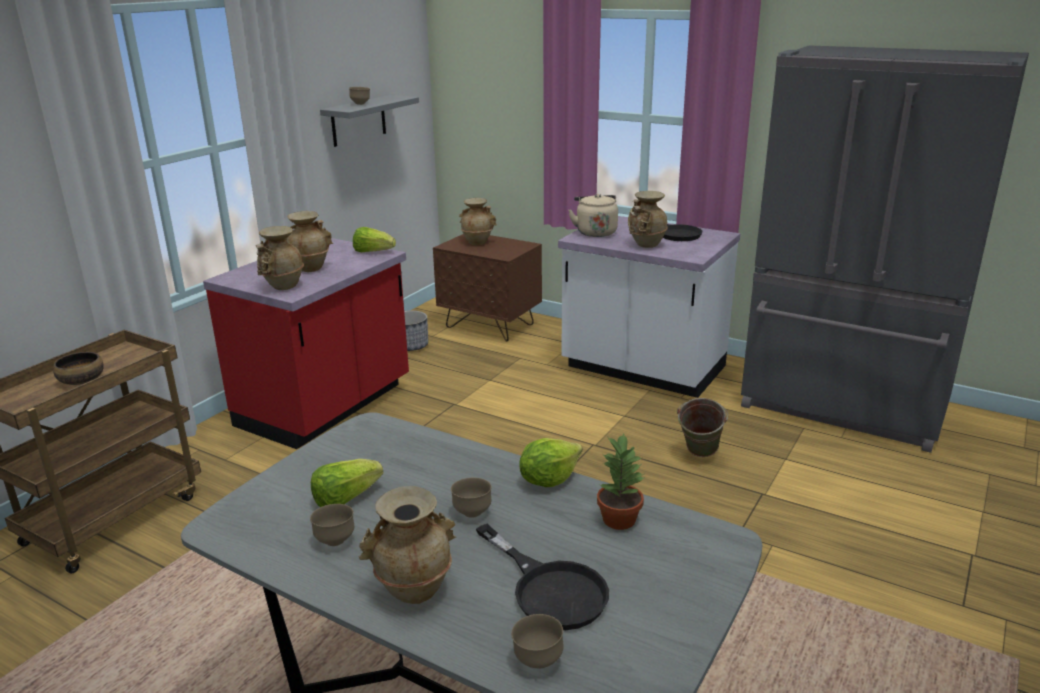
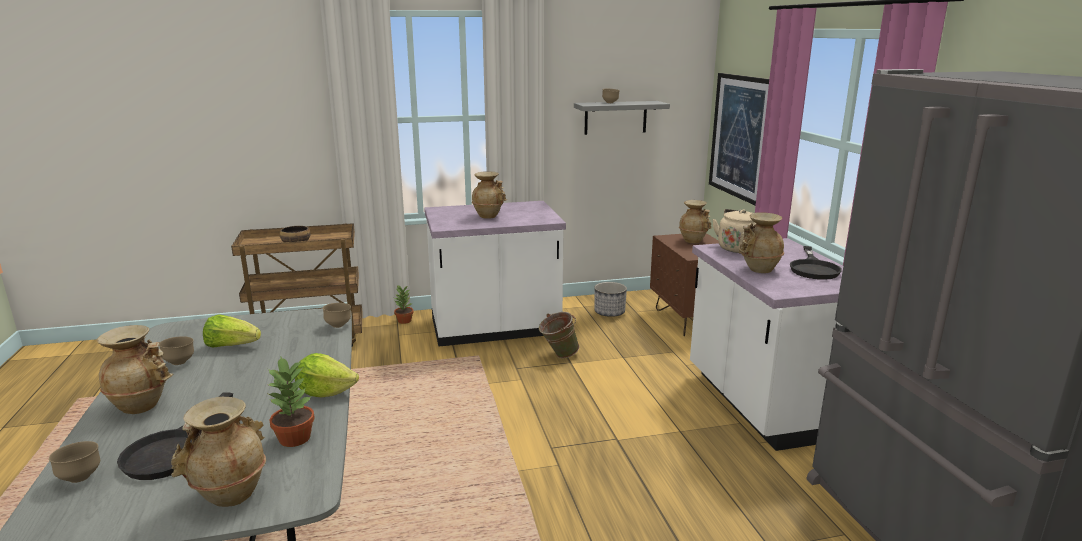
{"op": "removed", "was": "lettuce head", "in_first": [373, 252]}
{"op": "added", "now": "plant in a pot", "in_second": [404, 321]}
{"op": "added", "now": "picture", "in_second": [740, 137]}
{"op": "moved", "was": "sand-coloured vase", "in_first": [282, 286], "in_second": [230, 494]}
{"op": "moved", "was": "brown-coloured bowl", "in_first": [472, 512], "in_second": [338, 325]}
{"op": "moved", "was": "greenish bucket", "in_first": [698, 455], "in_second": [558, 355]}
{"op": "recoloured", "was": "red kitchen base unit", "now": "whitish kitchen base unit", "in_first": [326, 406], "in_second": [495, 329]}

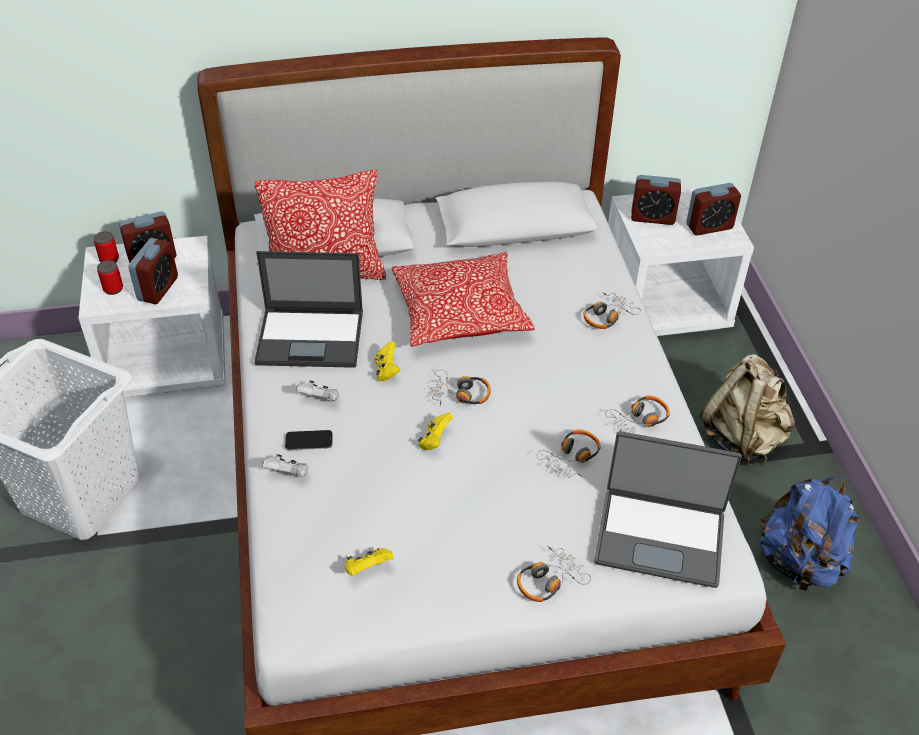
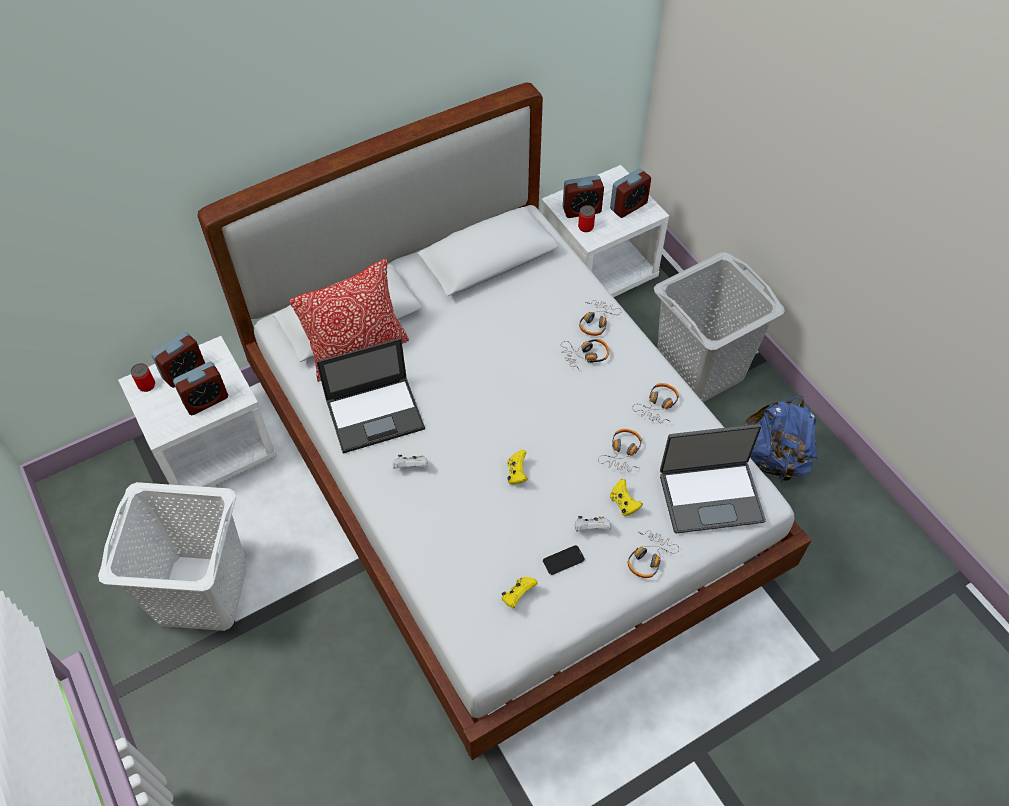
{"op": "removed", "was": "cushion", "in_first": [460, 313]}
{"op": "moved", "was": "metal can", "in_first": [113, 289], "in_second": [585, 227]}
{"op": "moved", "was": "whitish gamepad", "in_first": [288, 474], "in_second": [591, 528]}
{"op": "moved", "was": "handset", "in_first": [309, 441], "in_second": [563, 560]}
{"op": "moved", "was": "yellow-coloured gamepad", "in_first": [387, 370], "in_second": [624, 503]}
{"op": "moved", "was": "headphones", "in_first": [460, 394], "in_second": [585, 356]}
{"op": "replaced", "was": "sand-coloured backpack", "now": "gray laundry basket", "in_first": [742, 438], "in_second": [698, 370]}
{"op": "turned", "was": "bedside clock", "in_first": [158, 289], "in_second": [206, 400], "clockwise": 60}

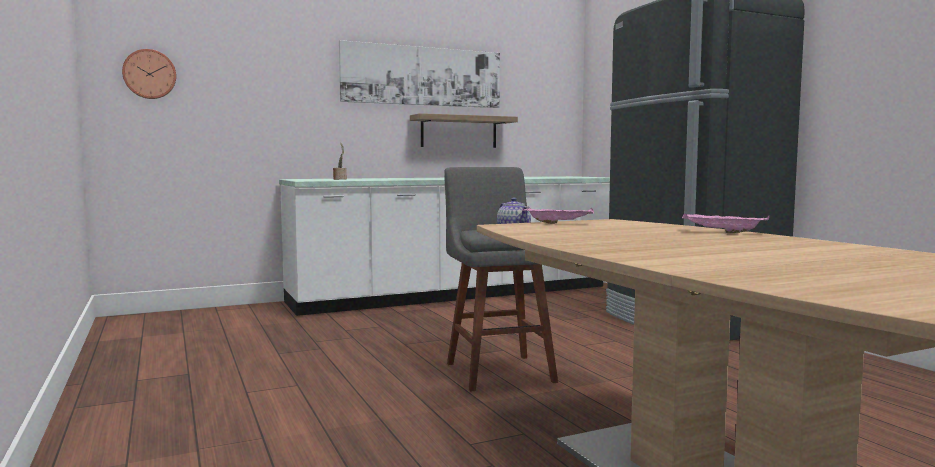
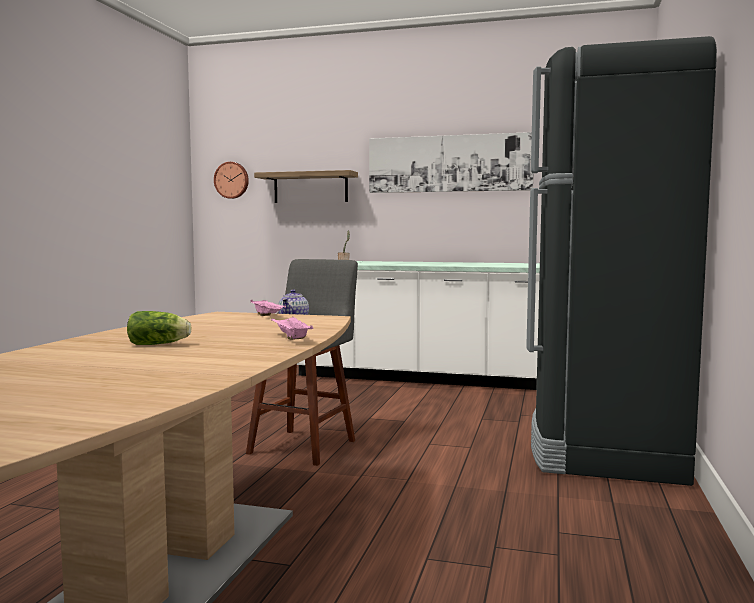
{"op": "added", "now": "lettuce head", "in_second": [160, 344]}
{"op": "moved", "was": "bracket shelf", "in_first": [459, 132], "in_second": [310, 187]}

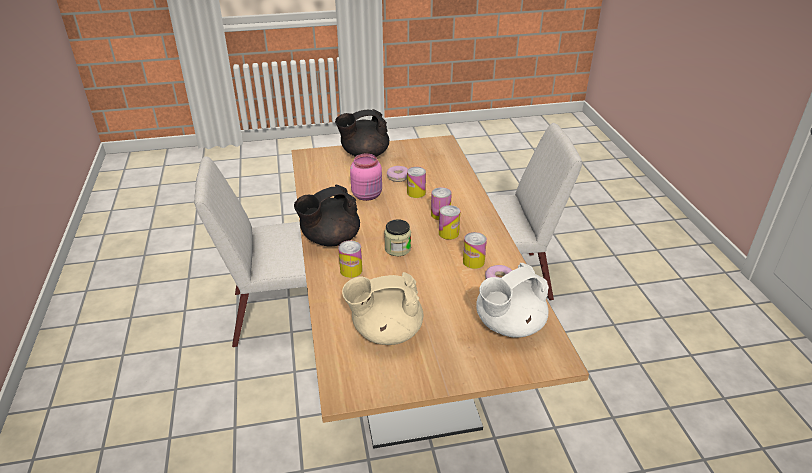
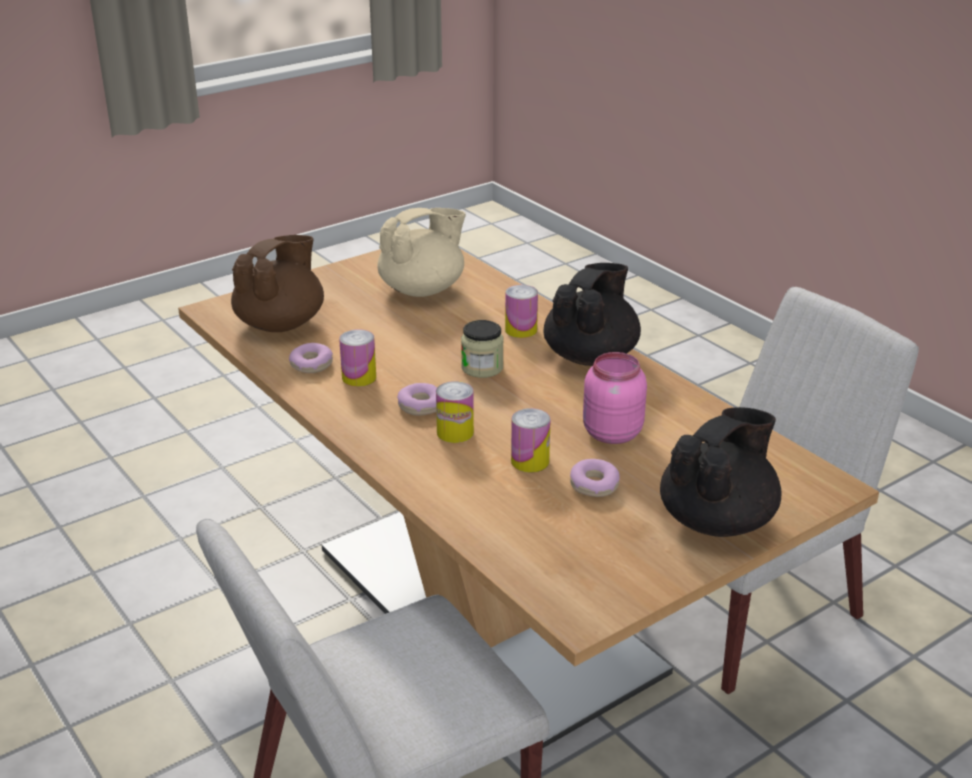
{"op": "replaced", "was": "metal can", "now": "doughnut", "in_first": [448, 233], "in_second": [421, 406]}
{"op": "recoloured", "was": "whitish pot for tea", "now": "brown-coloured pot for tea", "in_first": [508, 325], "in_second": [281, 323]}

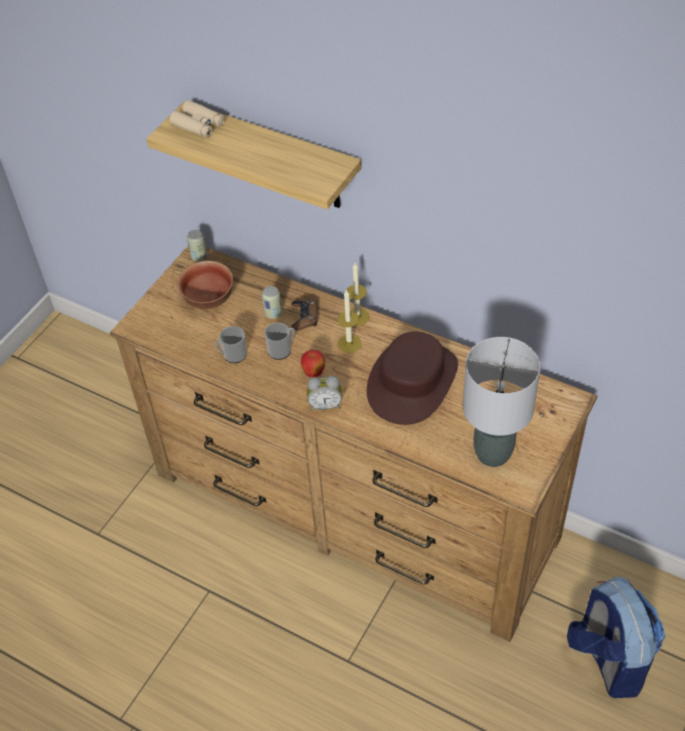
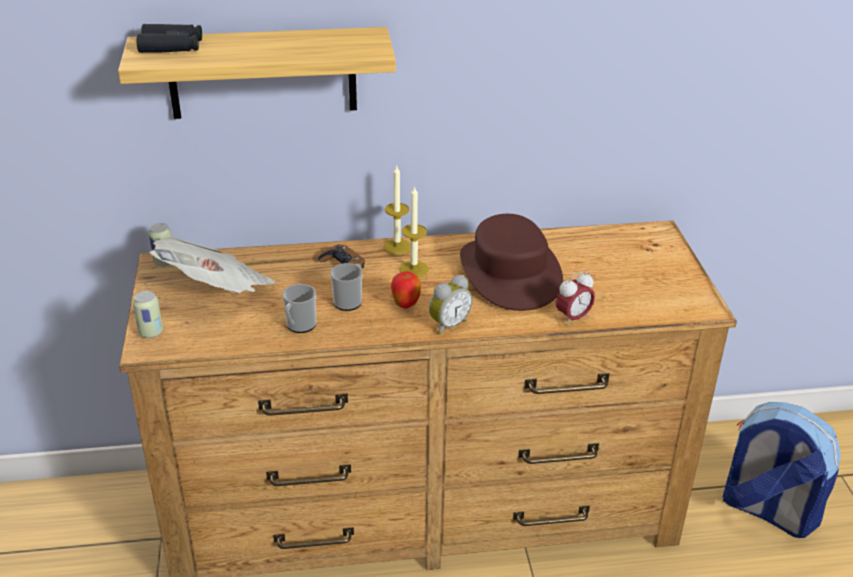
{"op": "removed", "was": "gray lamp for a table", "in_first": [493, 454]}
{"op": "added", "now": "bedside clock", "in_second": [573, 318]}
{"op": "moved", "was": "metal can", "in_first": [273, 313], "in_second": [151, 332]}
{"op": "replaced", "was": "bowl", "now": "daily paper", "in_first": [209, 299], "in_second": [217, 291]}
{"op": "recoloured", "was": "sand-coloured pair of binoculars", "now": "black pair of binoculars", "in_first": [198, 125], "in_second": [171, 46]}

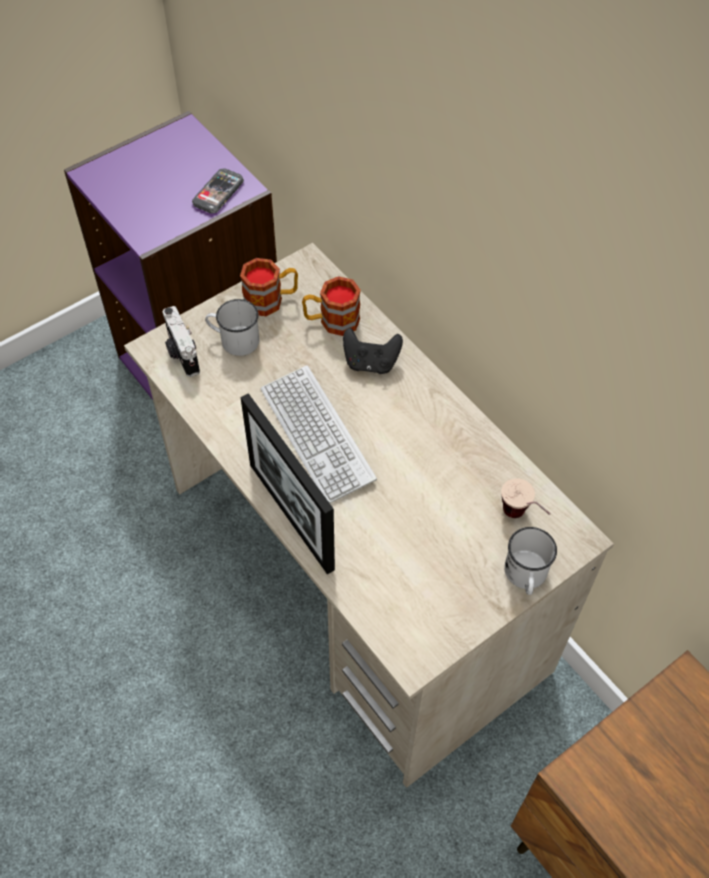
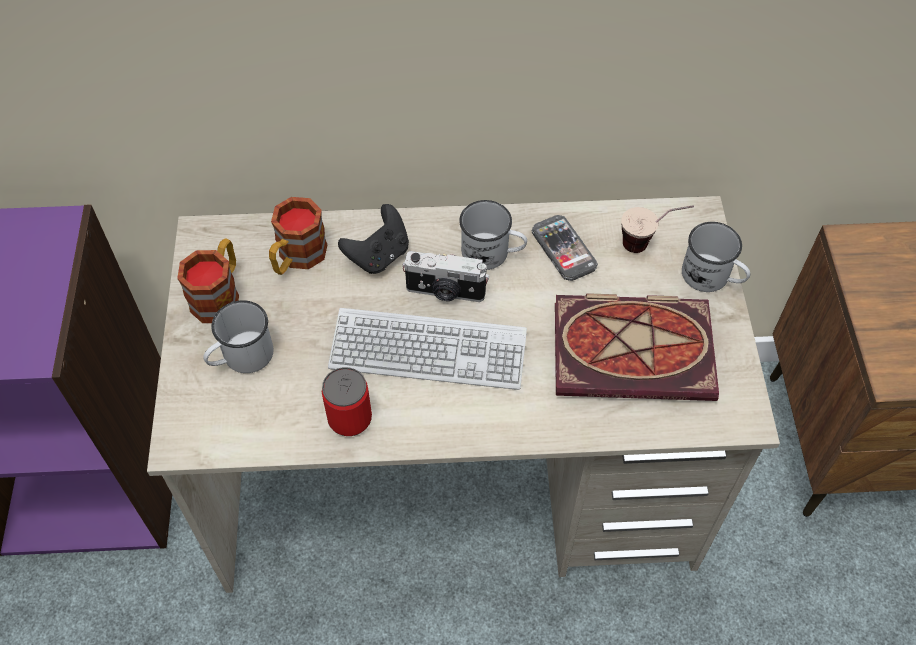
{"op": "removed", "was": "standing frame", "in_first": [291, 516]}
{"op": "added", "now": "metal can", "in_second": [350, 419]}
{"op": "added", "now": "whitish coffee mug", "in_second": [492, 253]}
{"op": "added", "now": "volume", "in_second": [636, 349]}
{"op": "moved", "was": "still camera", "in_first": [181, 353], "in_second": [445, 292]}
{"op": "moved", "was": "handset", "in_first": [218, 192], "in_second": [563, 249]}

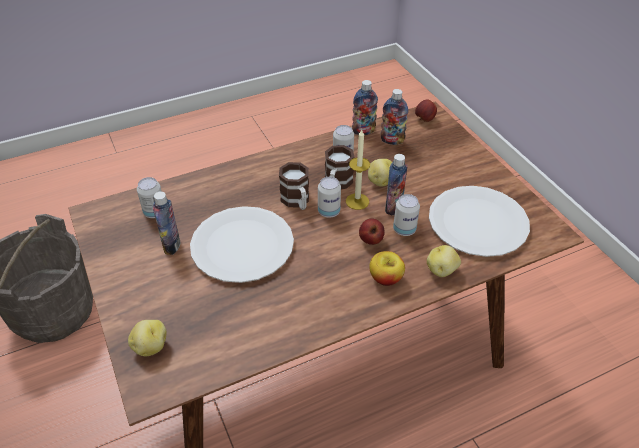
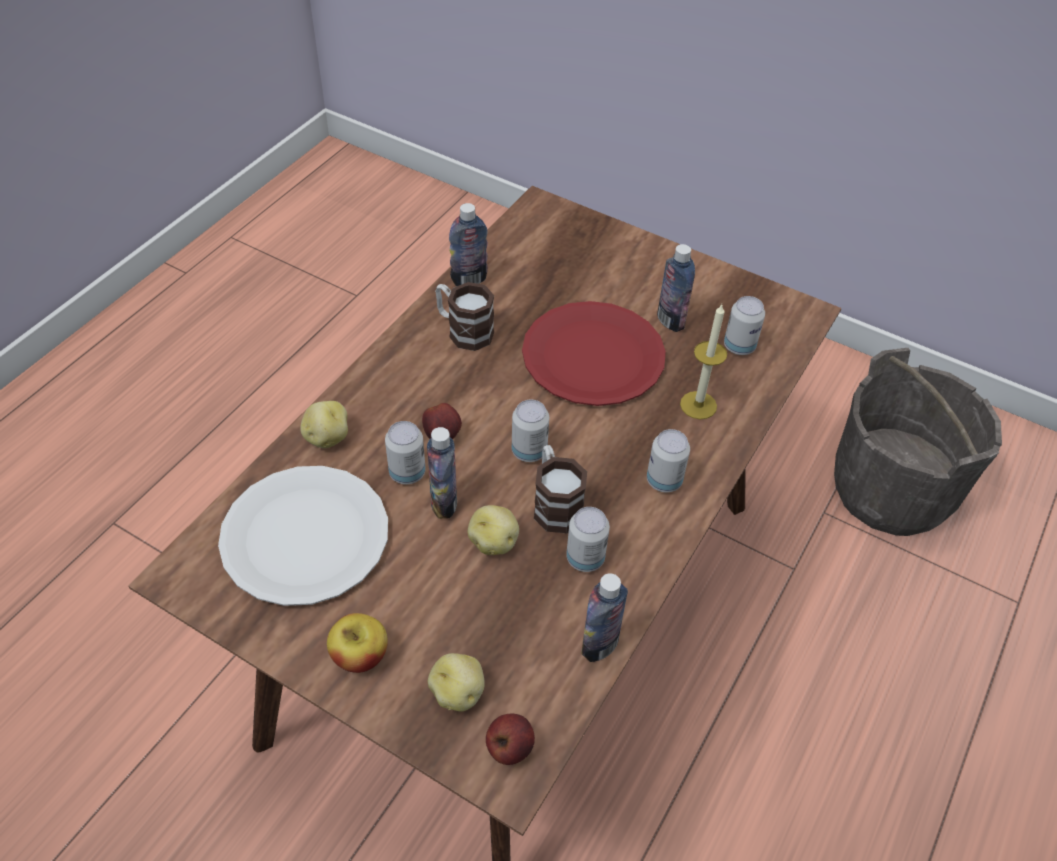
{"op": "added", "now": "metal can", "in_second": [664, 481]}
{"op": "moved", "was": "potato", "in_first": [150, 346], "in_second": [458, 692]}
{"op": "moved", "was": "coffee mug", "in_first": [297, 202], "in_second": [463, 330]}
{"op": "moved", "was": "wax candle", "in_first": [357, 201], "in_second": [698, 405]}
{"op": "moved", "was": "apple", "in_first": [385, 278], "in_second": [360, 656]}
{"op": "moved", "was": "bottle", "in_first": [392, 140], "in_second": [469, 279]}
{"op": "recoloured", "was": "whitish dinner plate", "now": "red dinner plate", "in_first": [242, 246], "in_second": [593, 356]}

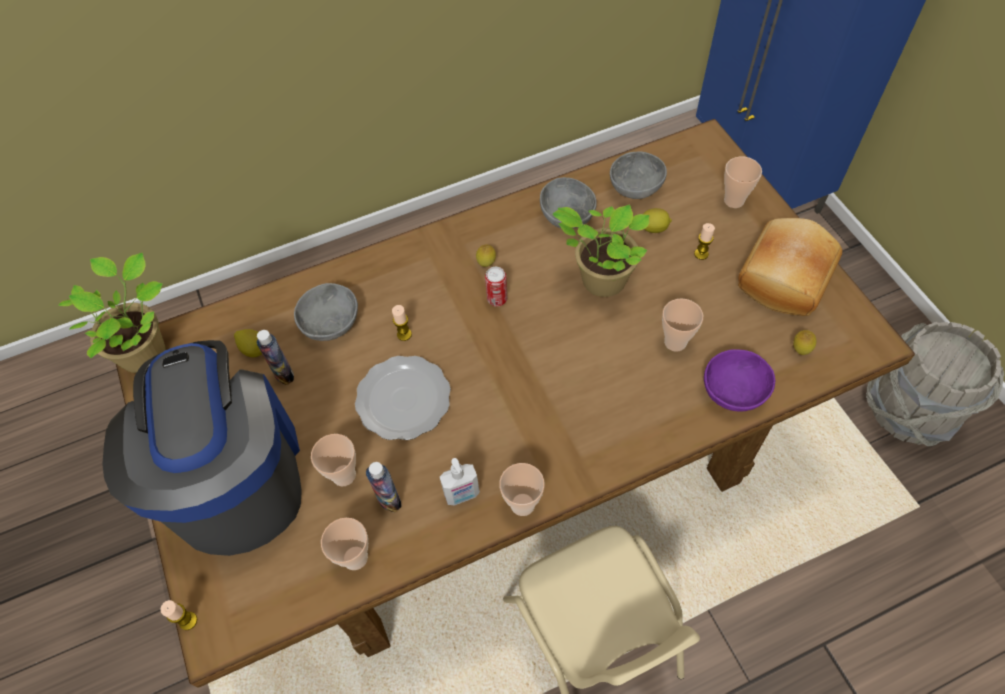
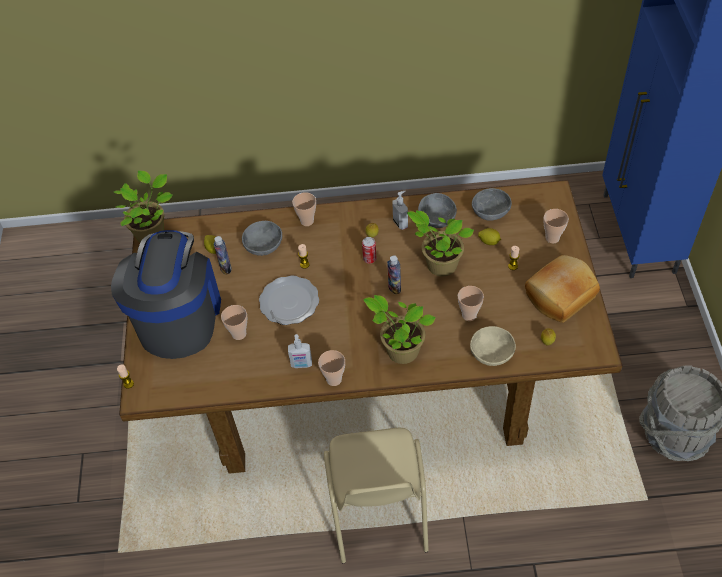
{"op": "added", "now": "plant in a pot", "in_second": [400, 350]}
{"op": "added", "now": "liquid soap bottle", "in_second": [401, 223]}
{"op": "moved", "was": "small cup", "in_first": [355, 557], "in_second": [307, 221]}
{"op": "moved", "was": "bottle", "in_first": [389, 500], "in_second": [394, 287]}
{"op": "recoloured", "was": "purplish bowl", "now": "sand-coloured bowl", "in_first": [734, 392], "in_second": [491, 354]}

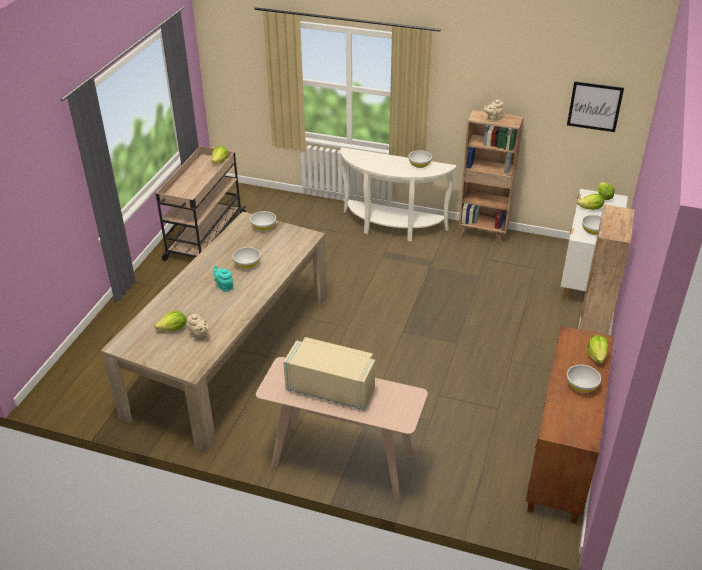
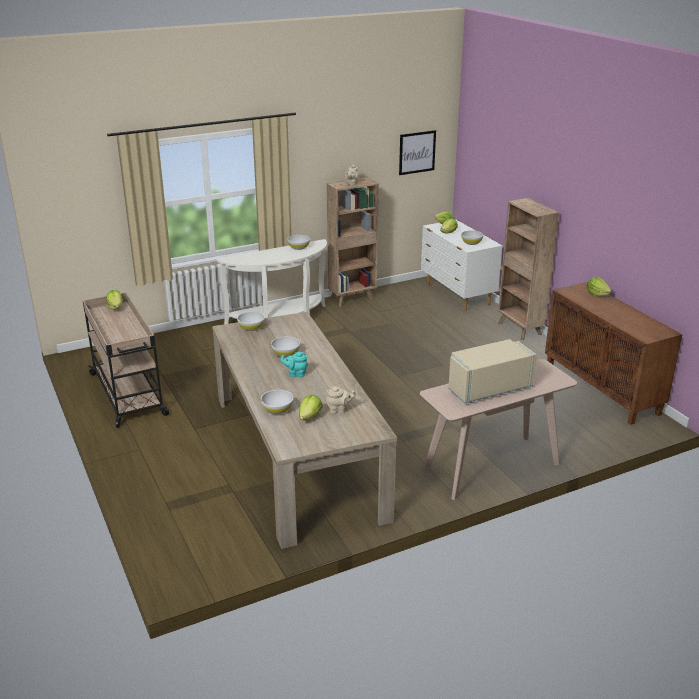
{"op": "moved", "was": "whitish bowl", "in_first": [581, 386], "in_second": [277, 409]}

